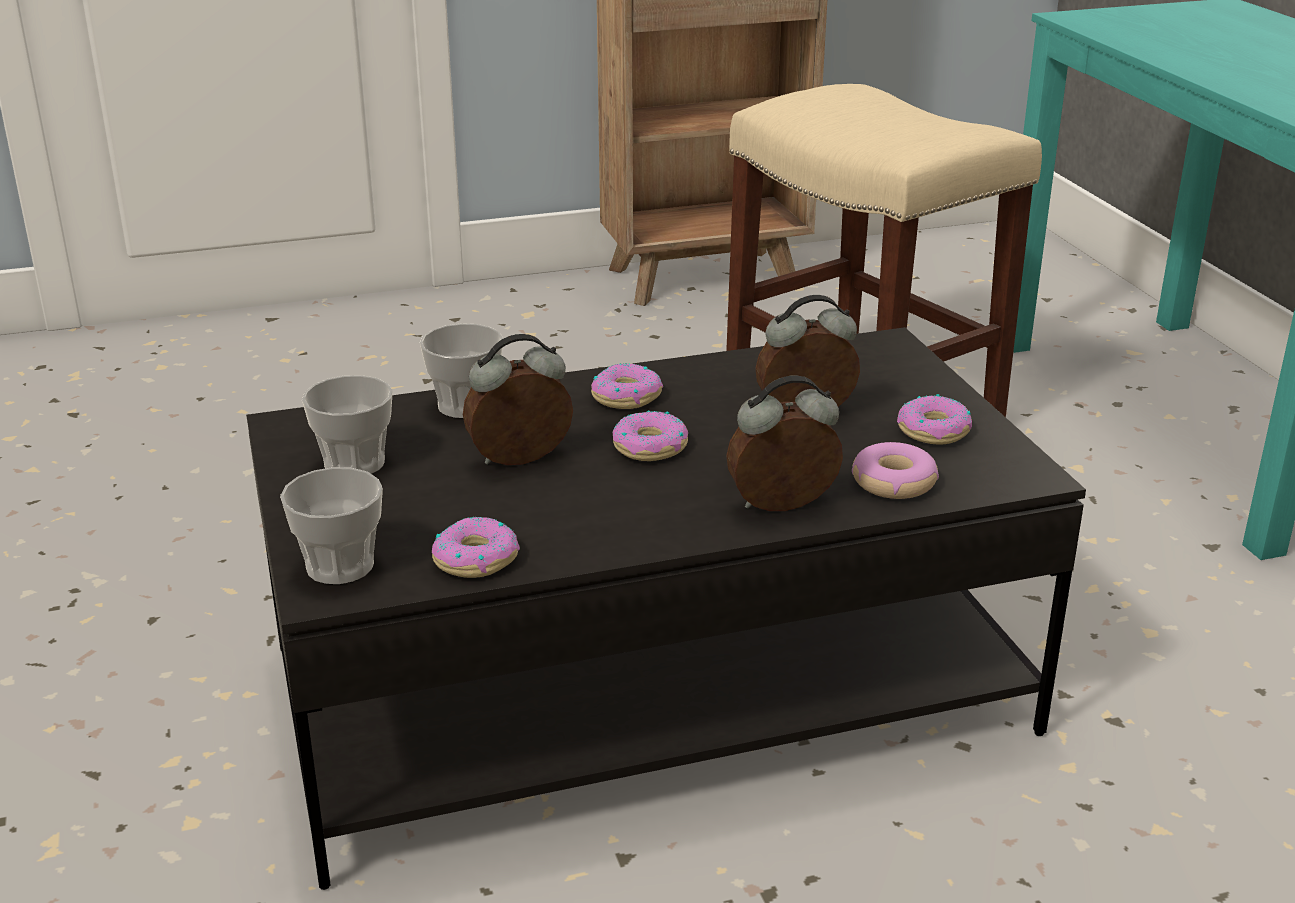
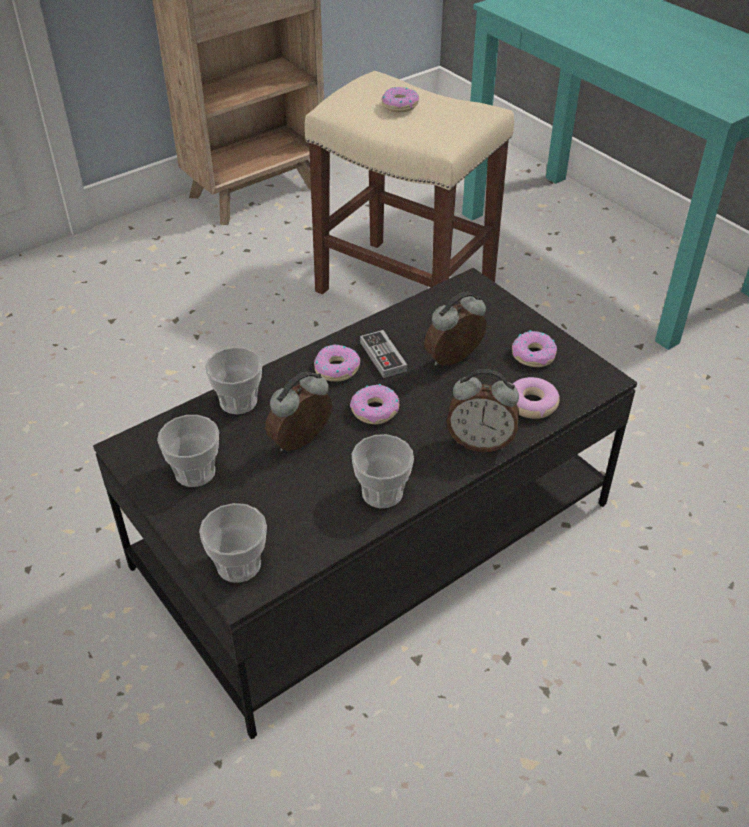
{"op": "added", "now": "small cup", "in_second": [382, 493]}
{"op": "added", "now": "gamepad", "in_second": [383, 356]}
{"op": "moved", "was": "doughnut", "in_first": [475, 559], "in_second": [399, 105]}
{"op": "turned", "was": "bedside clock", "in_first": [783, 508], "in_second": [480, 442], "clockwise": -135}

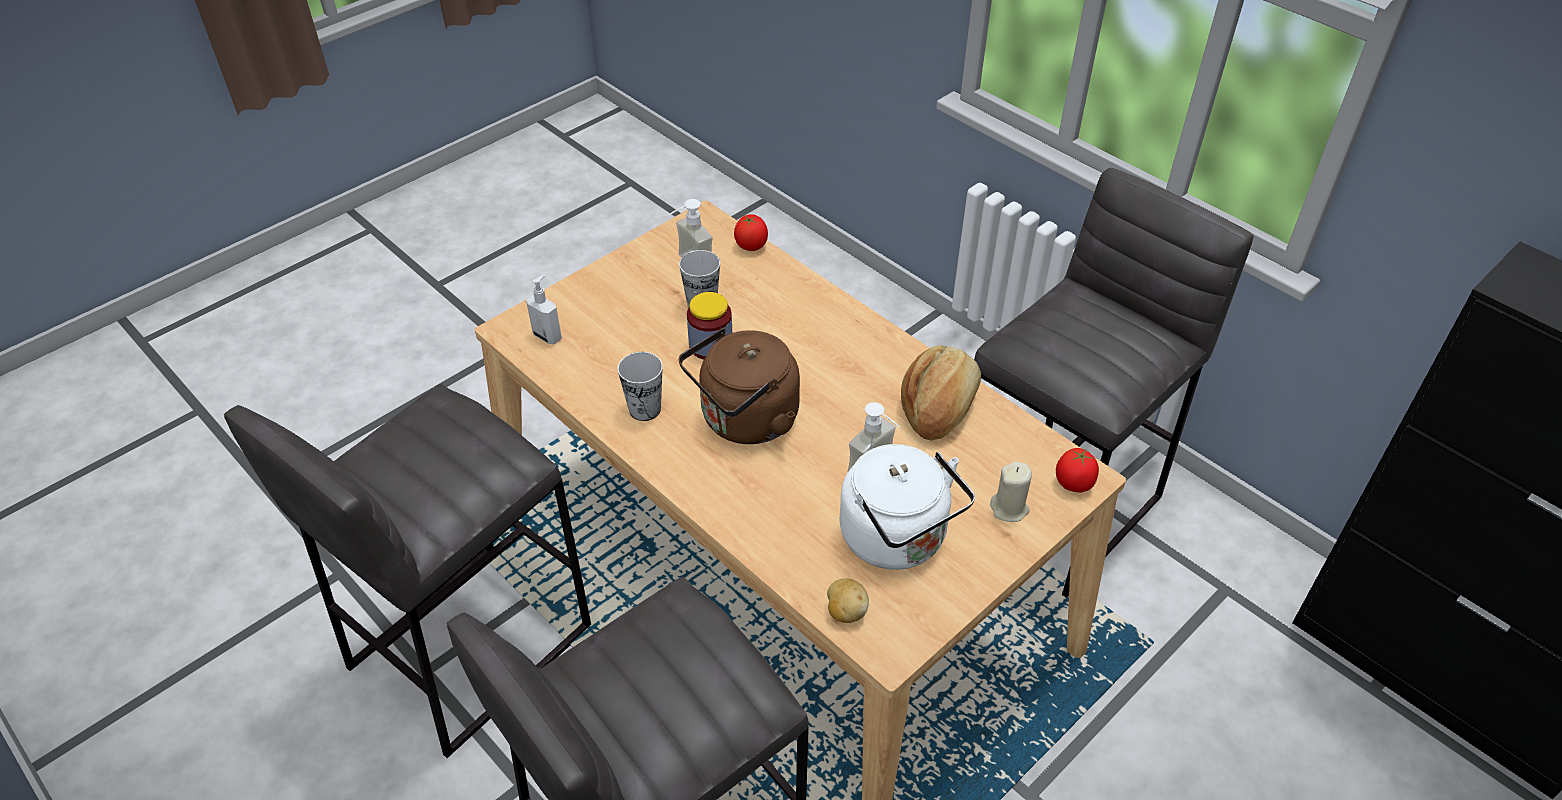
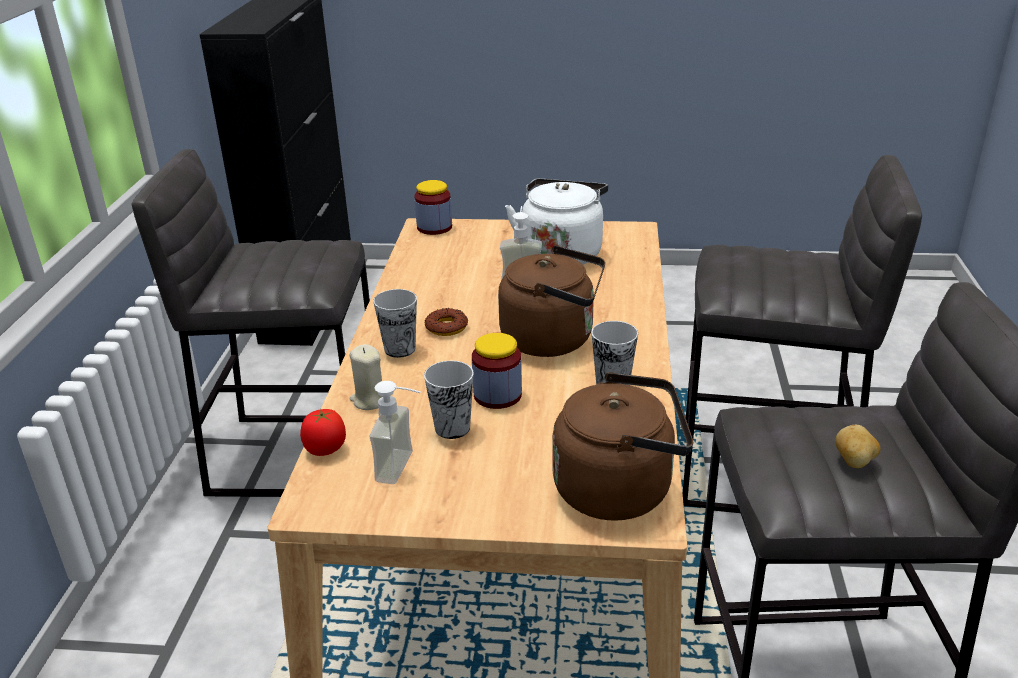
{"op": "removed", "was": "baked bread", "in_first": [939, 407]}
{"op": "added", "now": "small cup", "in_second": [400, 349]}
{"op": "added", "now": "doughnut", "in_second": [446, 327]}
{"op": "moved", "was": "potato", "in_first": [845, 611], "in_second": [854, 462]}
{"op": "moved", "was": "sand-coloured wax candle", "in_first": [1009, 508], "in_second": [369, 400]}
{"op": "replaced", "was": "liquid soap bottle", "now": "brown-coloured tea kettle", "in_first": [548, 336], "in_second": [620, 489]}
{"op": "replaced", "was": "fresh tomato", "now": "jar", "in_first": [1074, 483], "in_second": [434, 227]}

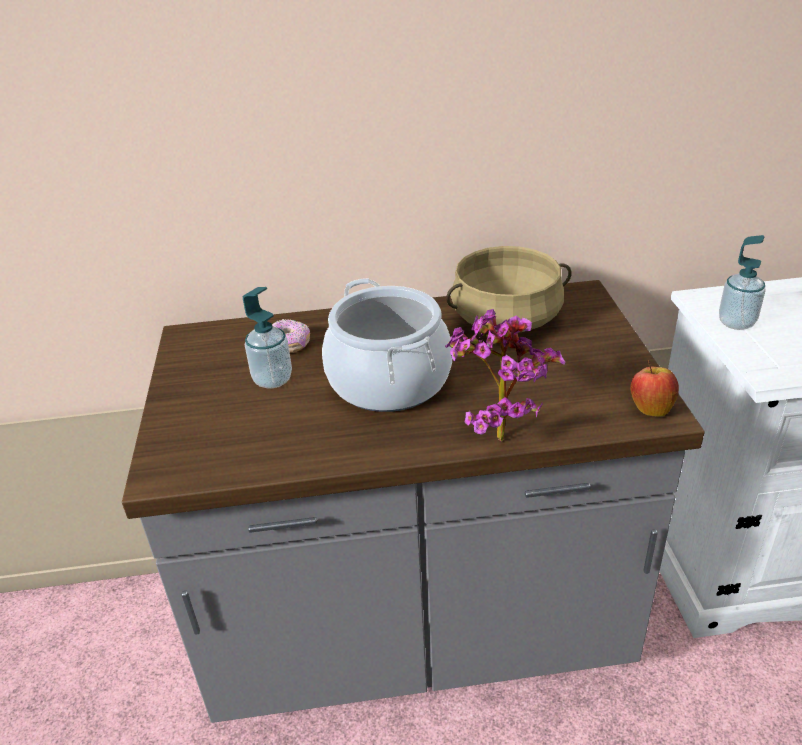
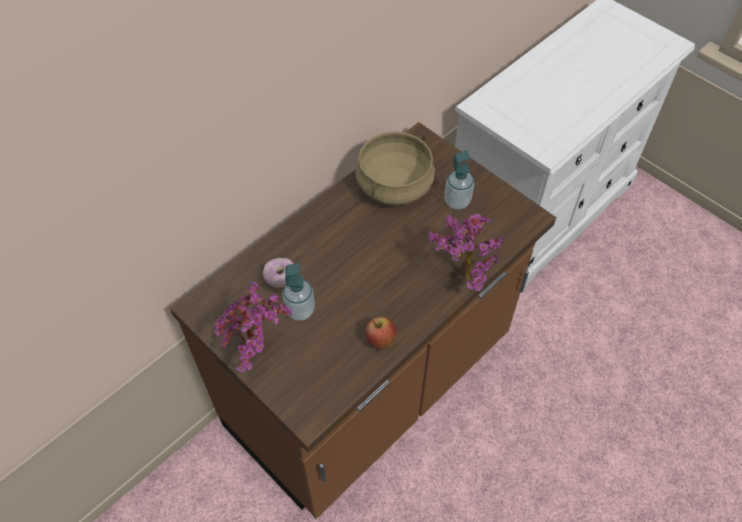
{"op": "removed", "was": "saucepot", "in_first": [389, 380]}
{"op": "added", "now": "plant in a pot", "in_second": [257, 349]}
{"op": "moved", "was": "apple", "in_first": [650, 408], "in_second": [381, 341]}
{"op": "moved", "was": "liquid soap bottle", "in_first": [736, 323], "in_second": [457, 201]}
{"op": "recoloured", "was": "gray kitchen base unit", "now": "brown-coloured kitchen base unit", "in_first": [416, 631], "in_second": [371, 386]}

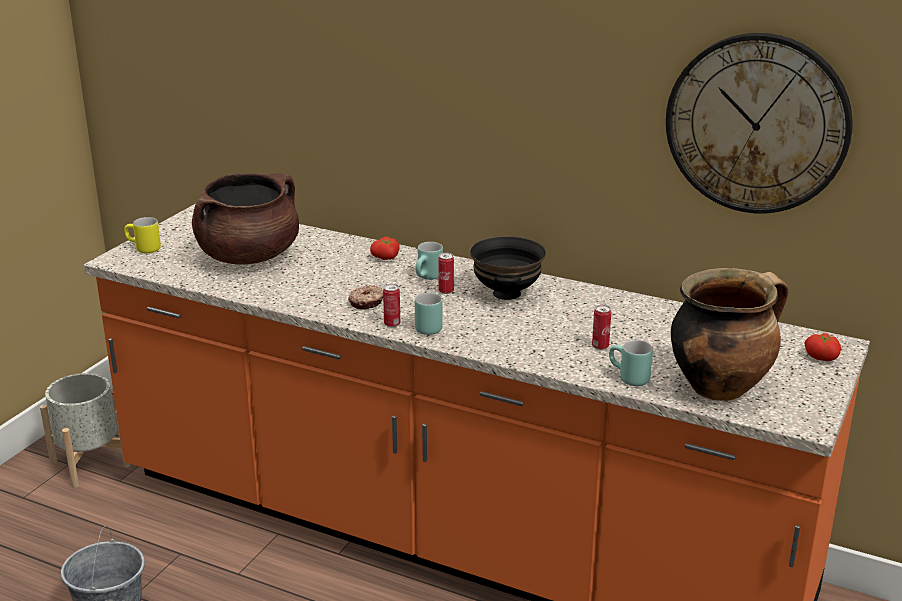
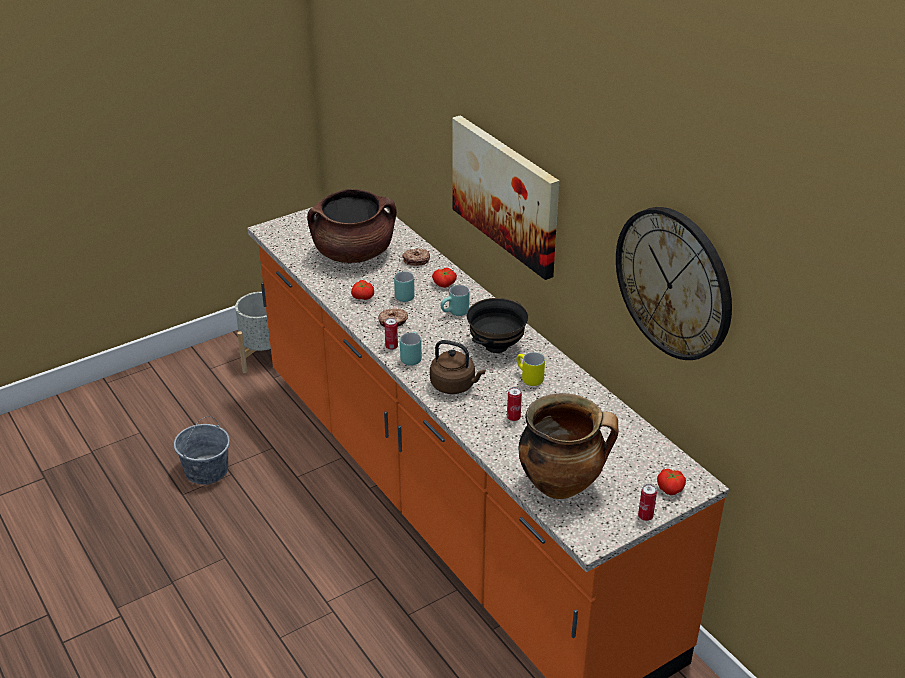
{"op": "added", "now": "fresh tomato", "in_second": [362, 297]}
{"op": "added", "now": "doughnut", "in_second": [416, 260]}
{"op": "added", "now": "brown-coloured tea kettle", "in_second": [455, 385]}
{"op": "added", "now": "picture", "in_second": [506, 194]}
{"op": "moved", "was": "yellow-coloured coffee mug", "in_first": [142, 249], "in_second": [528, 378]}
{"op": "moved", "was": "metal can", "in_first": [446, 291], "in_second": [645, 516]}
{"op": "moved", "was": "turquoise-coloured coffee mug", "in_first": [627, 378], "in_second": [401, 295]}

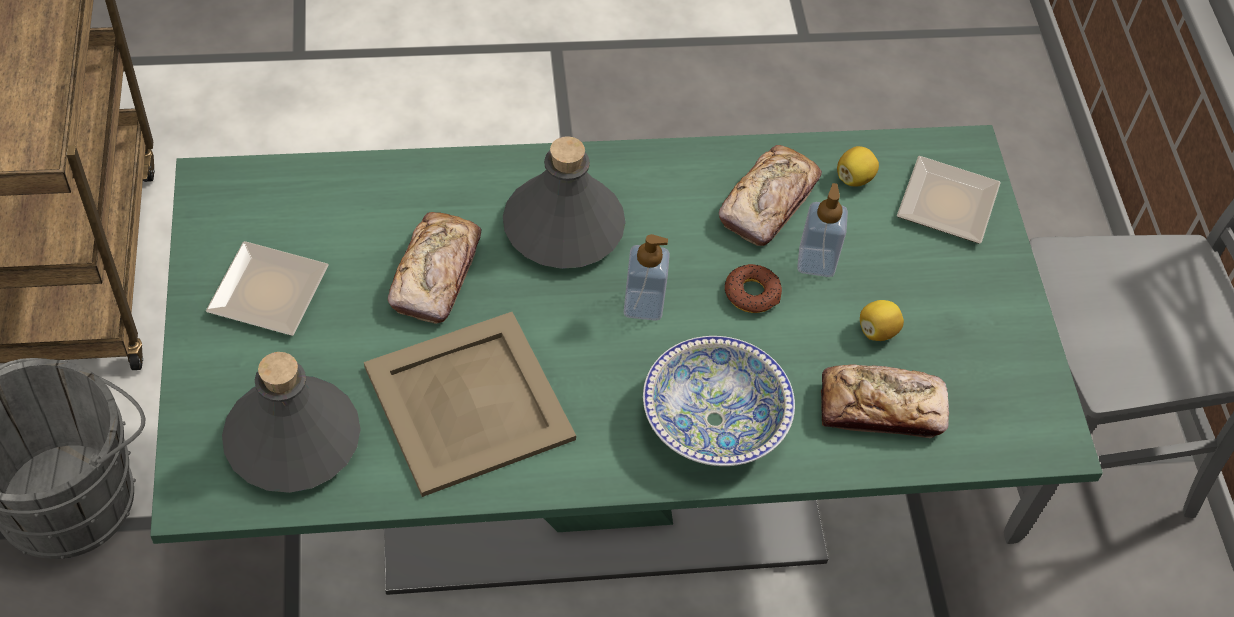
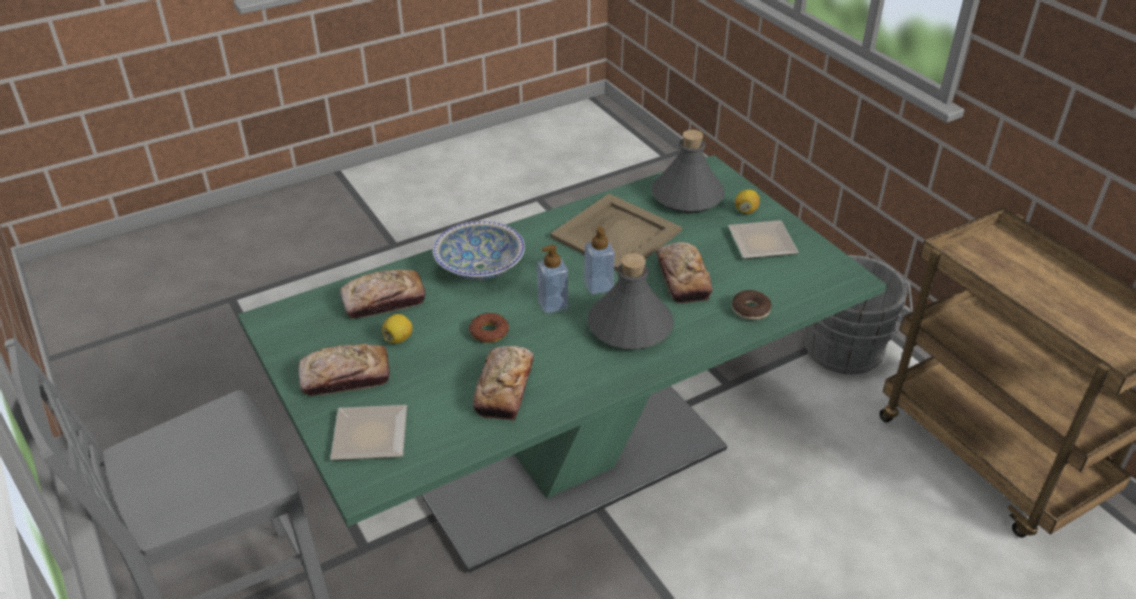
{"op": "added", "now": "baked bread", "in_second": [345, 377]}
{"op": "added", "now": "doughnut", "in_second": [750, 310]}
{"op": "moved", "was": "liquid soap bottle", "in_first": [816, 262], "in_second": [598, 286]}
{"op": "moved", "was": "whole lemon", "in_first": [854, 178], "in_second": [746, 211]}

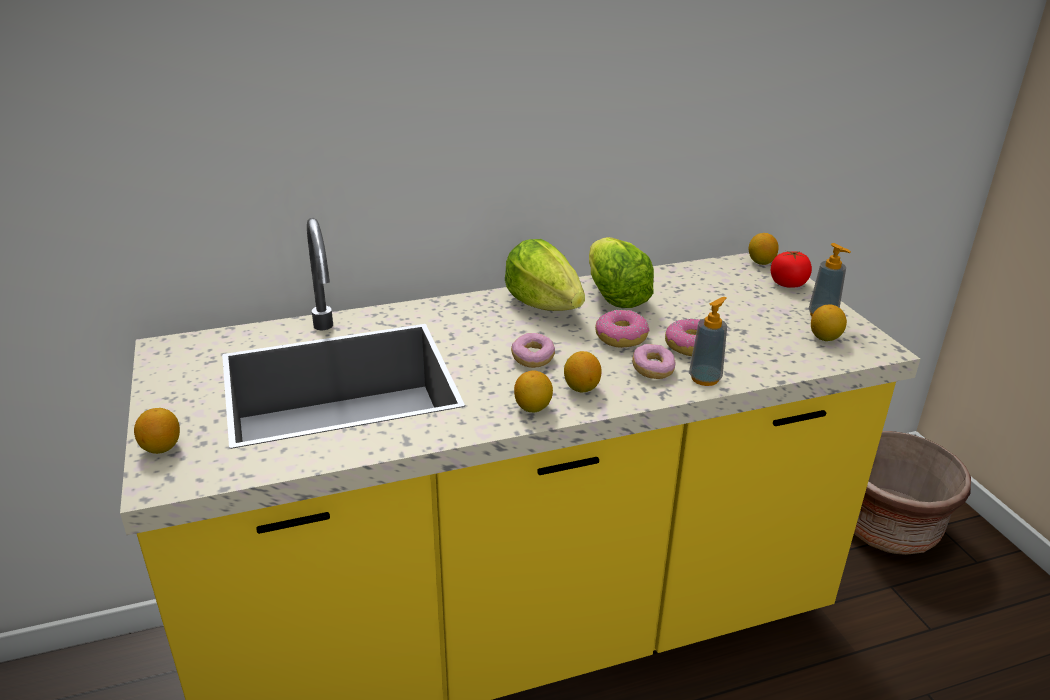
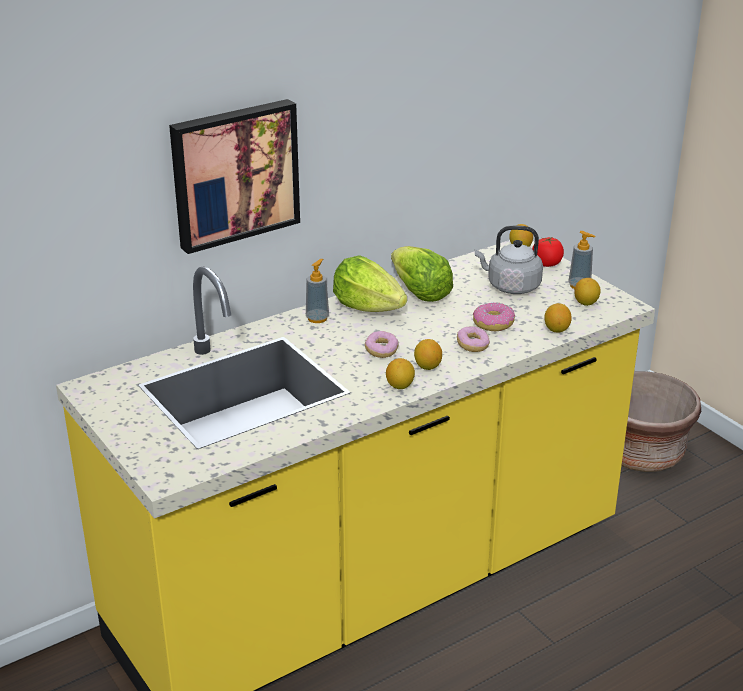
{"op": "removed", "was": "doughnut", "in_first": [621, 337]}
{"op": "added", "now": "picture", "in_second": [234, 173]}
{"op": "added", "now": "gray tea kettle", "in_second": [510, 286]}
{"op": "moved", "was": "whole lemon", "in_first": [161, 447], "in_second": [556, 329]}
{"op": "moved", "was": "liquid soap bottle", "in_first": [705, 378], "in_second": [317, 318]}

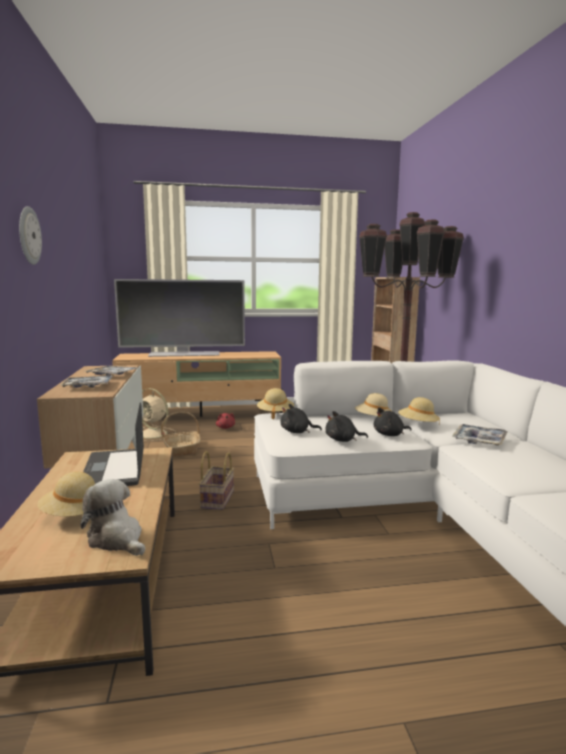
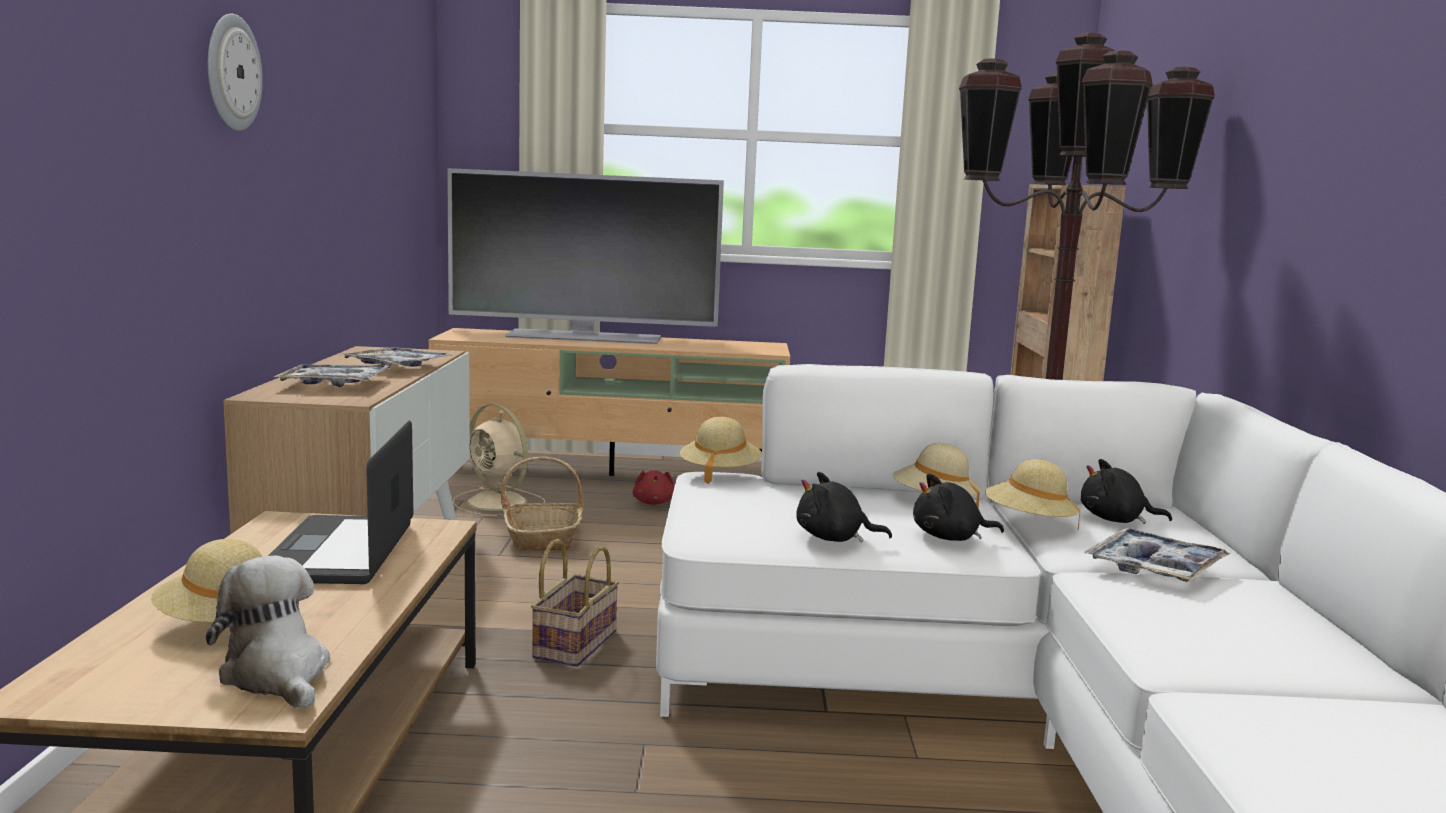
{"op": "moved", "was": "black plush toy", "in_first": [297, 432], "in_second": [1116, 520]}

